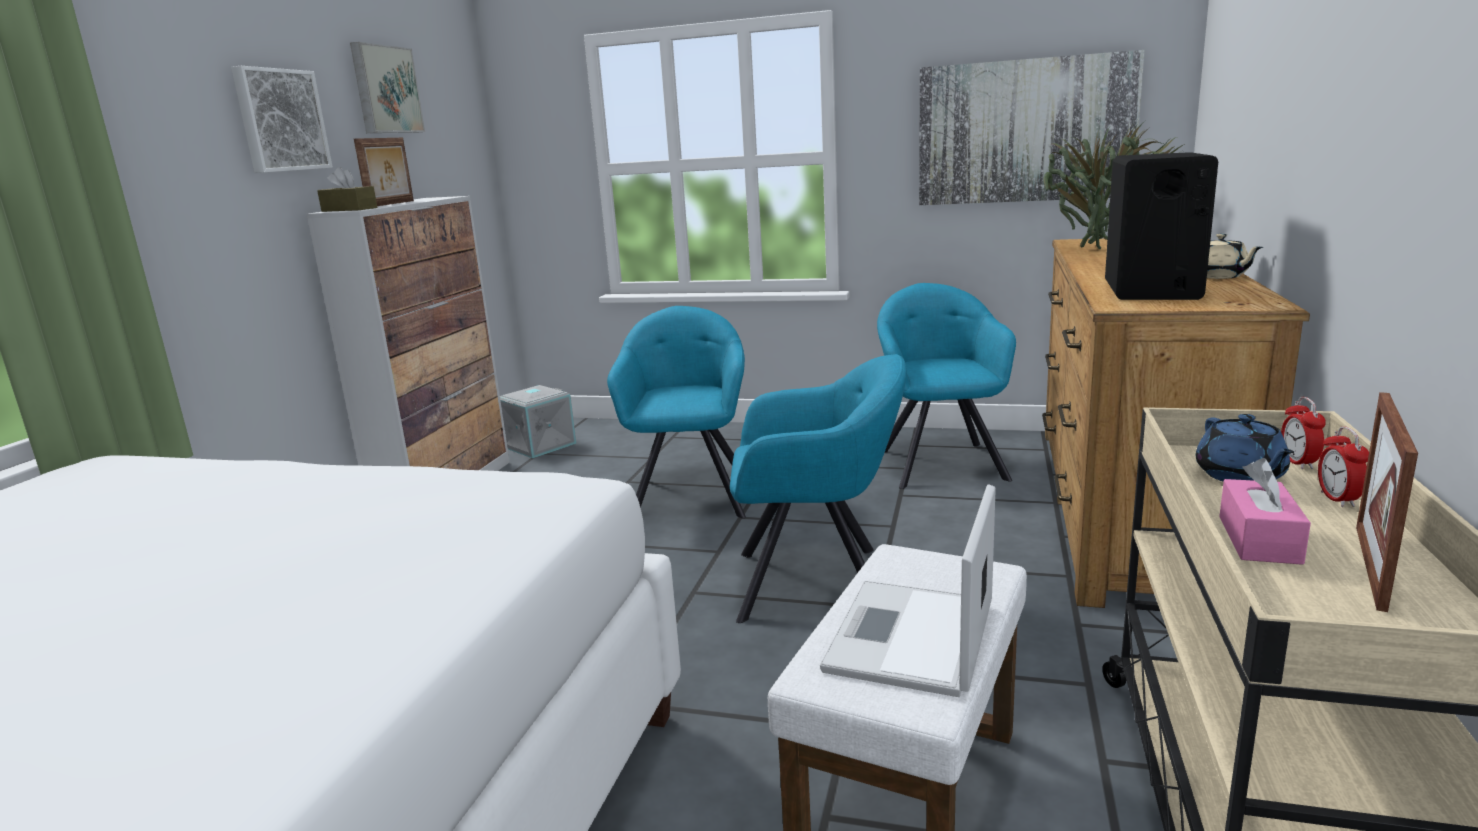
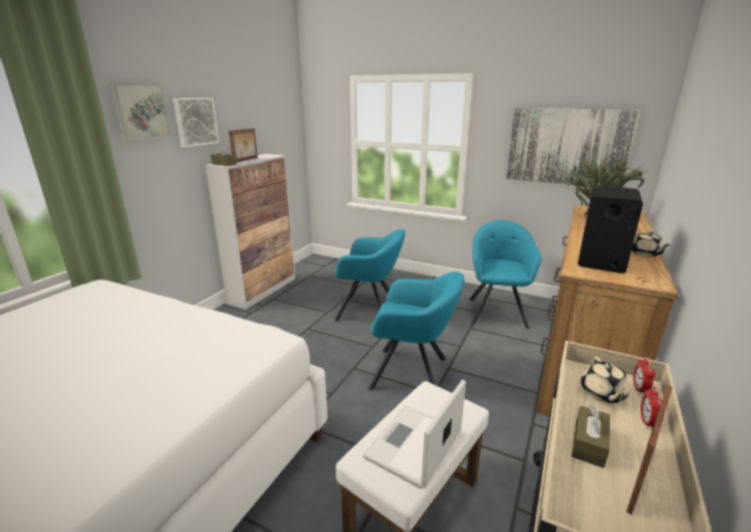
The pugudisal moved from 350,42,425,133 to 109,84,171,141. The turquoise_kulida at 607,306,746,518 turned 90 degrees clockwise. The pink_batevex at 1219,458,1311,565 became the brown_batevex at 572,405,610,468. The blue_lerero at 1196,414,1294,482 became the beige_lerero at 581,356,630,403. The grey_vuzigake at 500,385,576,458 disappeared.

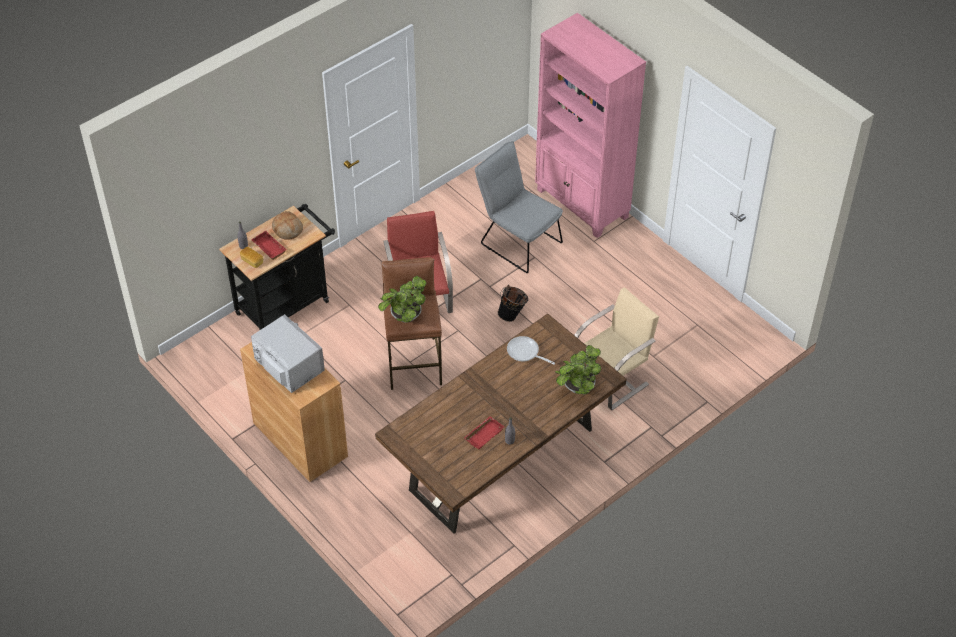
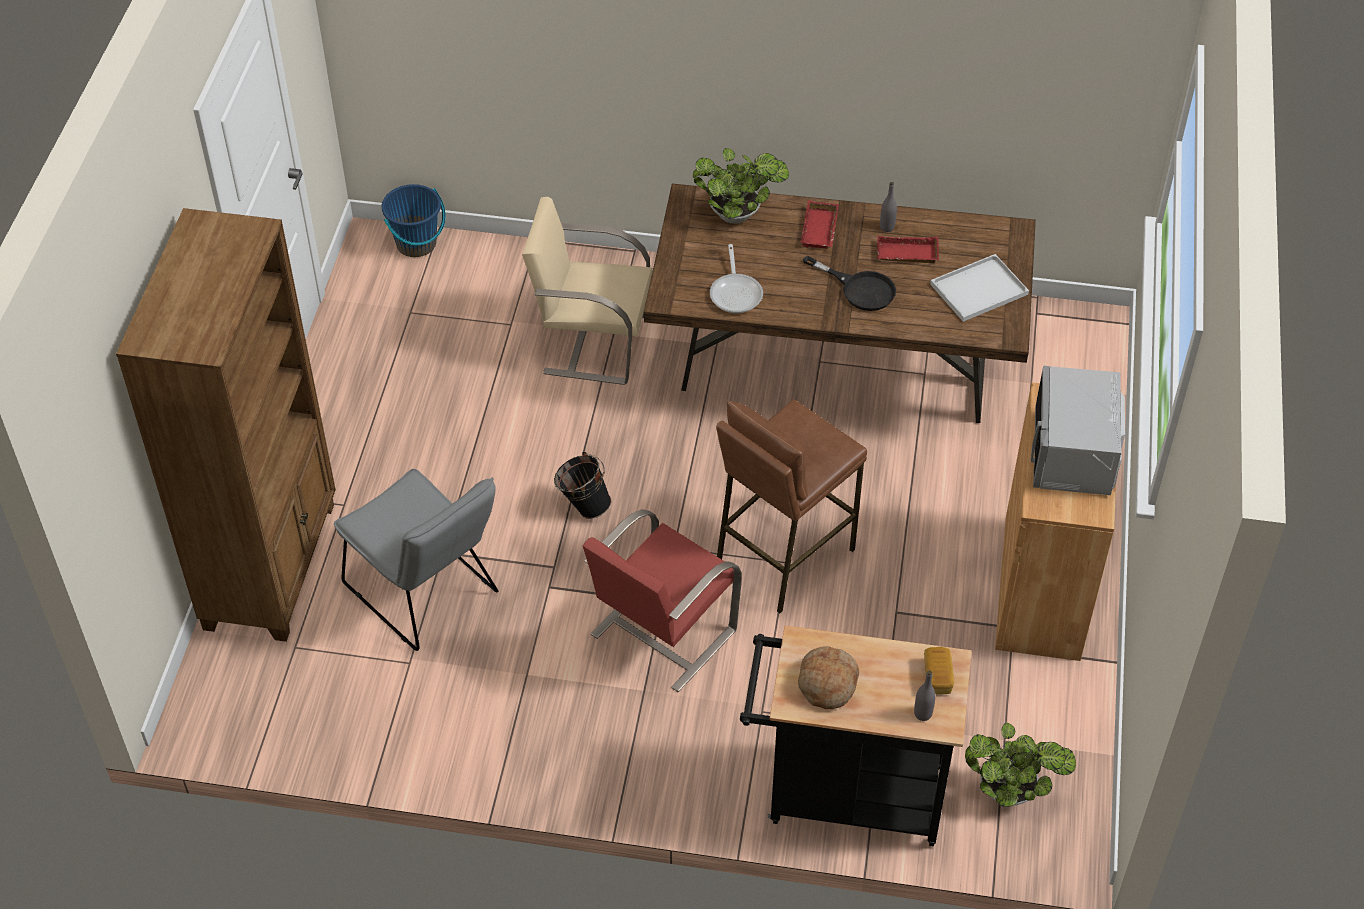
The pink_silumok at 535,13,646,238 became the brown_silumok at 116,208,336,642. The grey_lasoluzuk at 475,141,563,273 turned 45 degrees counterclockwise. The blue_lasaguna at 382,184,446,257 appeared. The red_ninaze moved from 251,231,287,260 to 800,200,839,248. The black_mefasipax at 803,255,896,311 appeared. The white_ninaze at 930,254,1029,322 appeared. The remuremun moved from 378,276,426,323 to 965,723,1076,807.

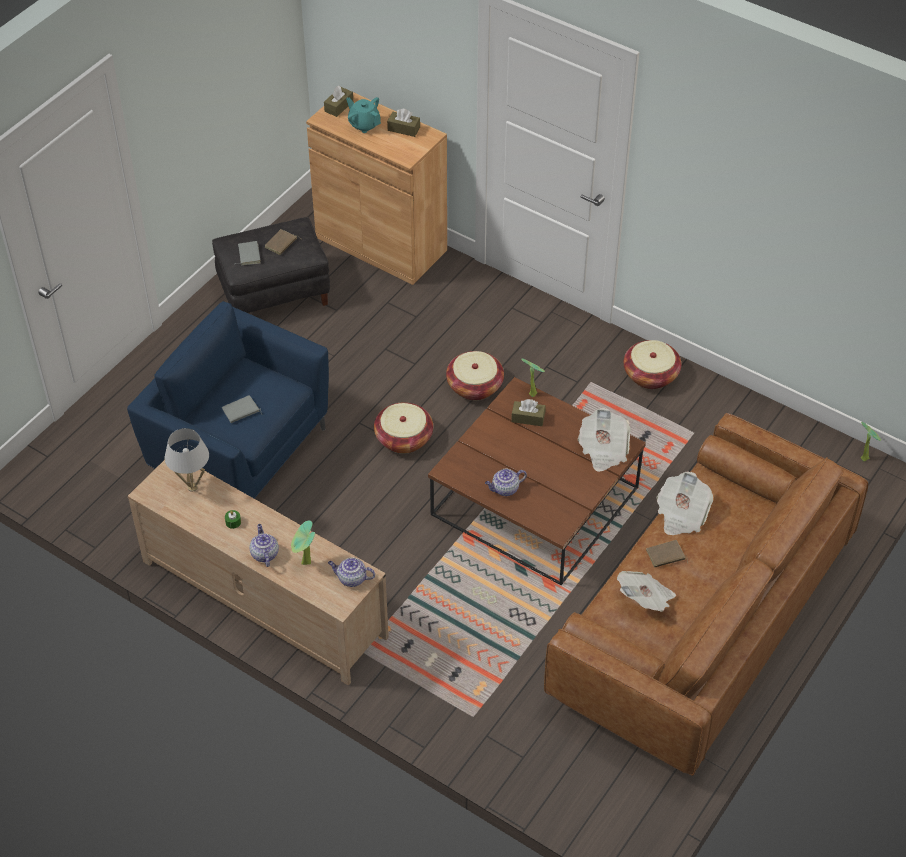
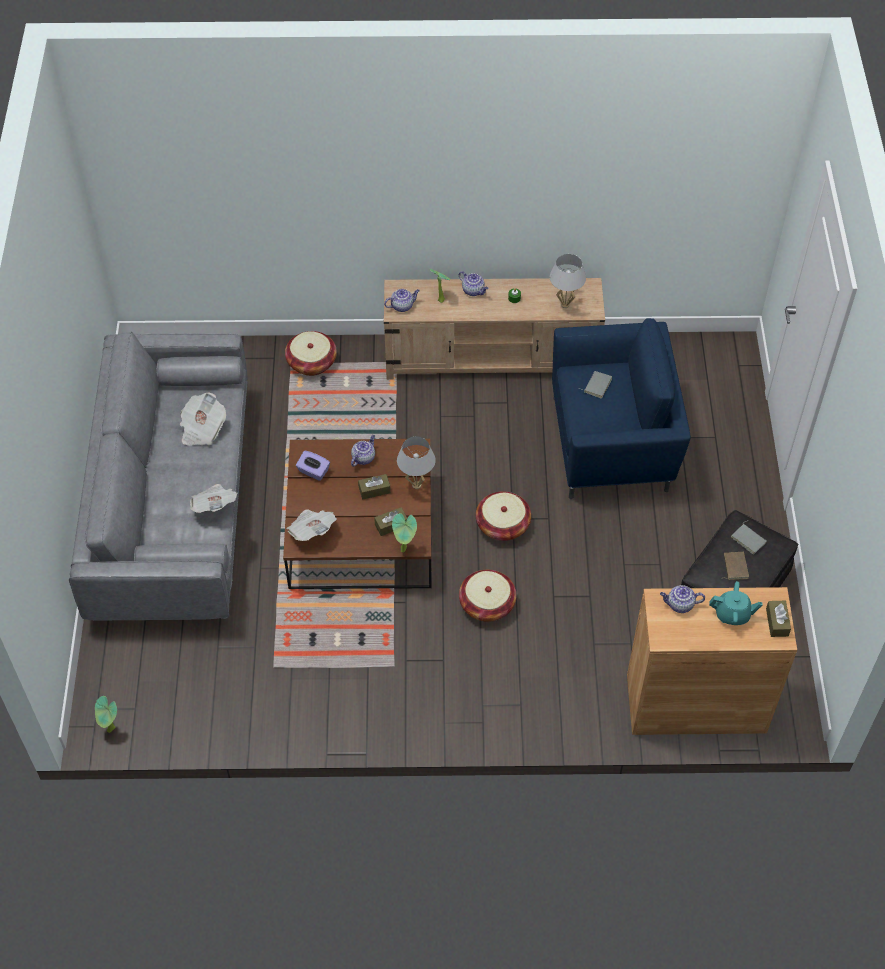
The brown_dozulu at 544,413,868,776 became the grey_dozulu at 69,332,248,620. The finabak moved from 624,340,681,389 to 285,331,337,376. The purple_batevex at 296,451,330,481 appeared. The brown_batevex moved from 387,109,420,137 to 358,474,391,499. The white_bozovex at 397,436,436,489 appeared. The lerero at 660,585,705,613 appeared. The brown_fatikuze at 646,540,688,568 disappeared.

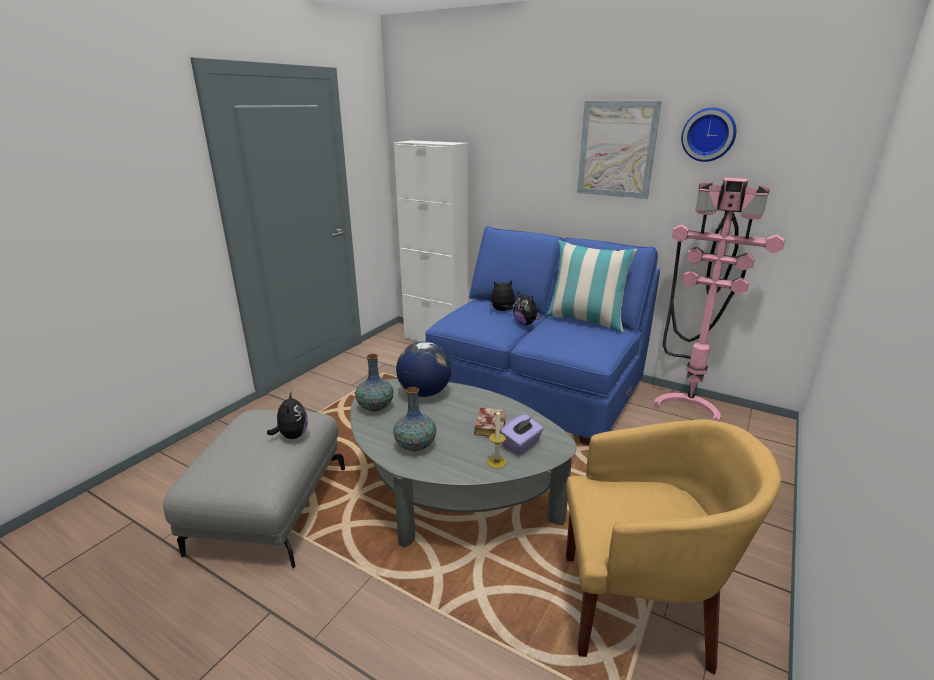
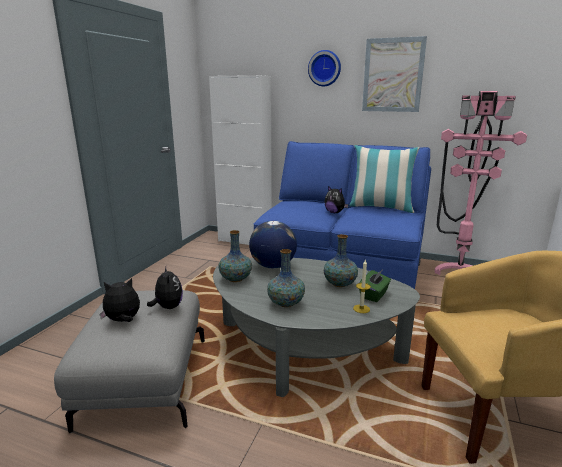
The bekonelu moved from 490,280,515,311 to 99,278,140,322. The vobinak moved from 681,107,736,162 to 308,50,341,86. The fatikuze at 474,408,506,436 was replaced by the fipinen at 324,234,358,287. The purple_batevex at 500,414,544,455 became the green_batevex at 359,269,391,302.

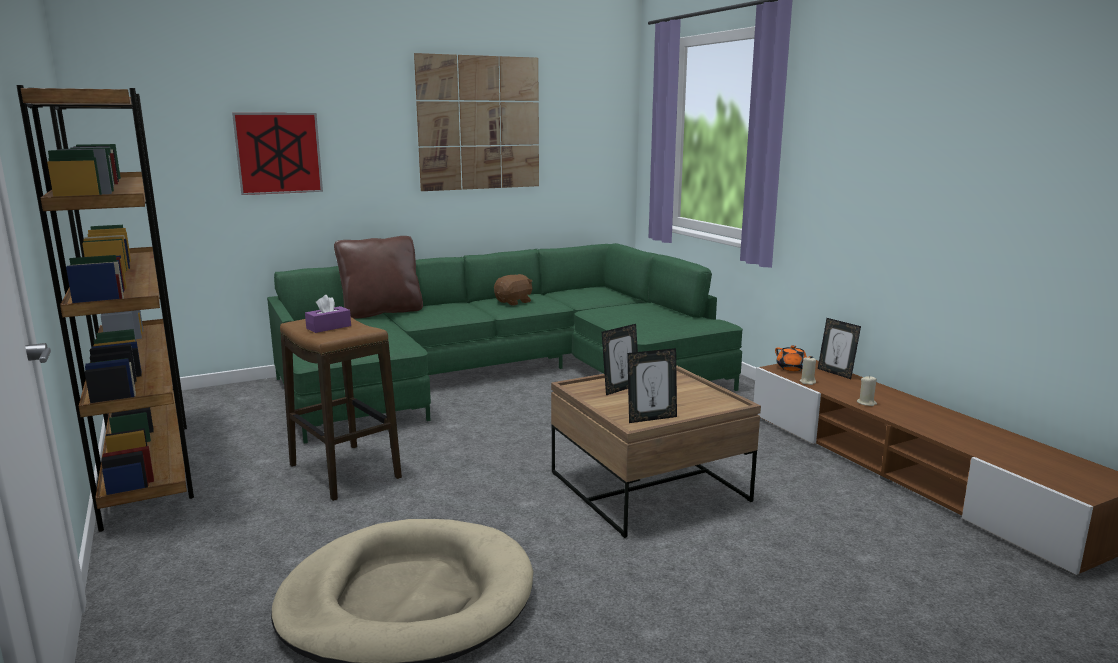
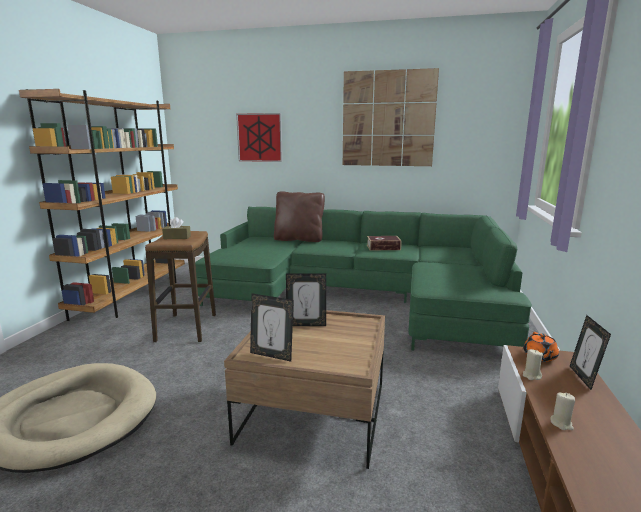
The purple_batevex at 305,295,351,333 became the brown_batevex at 162,217,191,239. The brown_bekonelu at 494,274,532,306 was replaced by the fatikuze at 367,236,402,250.

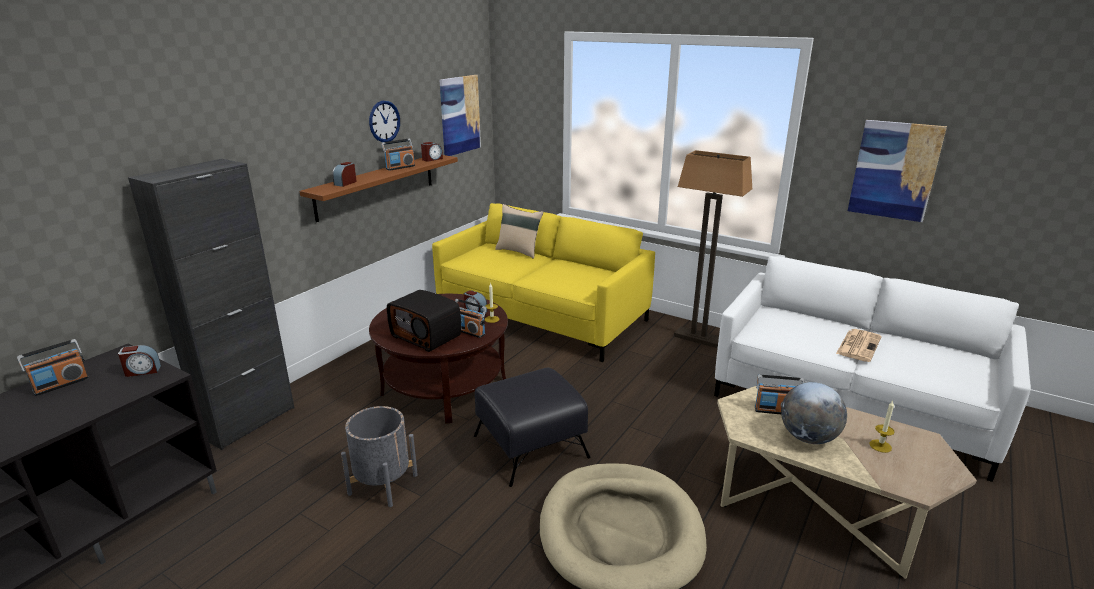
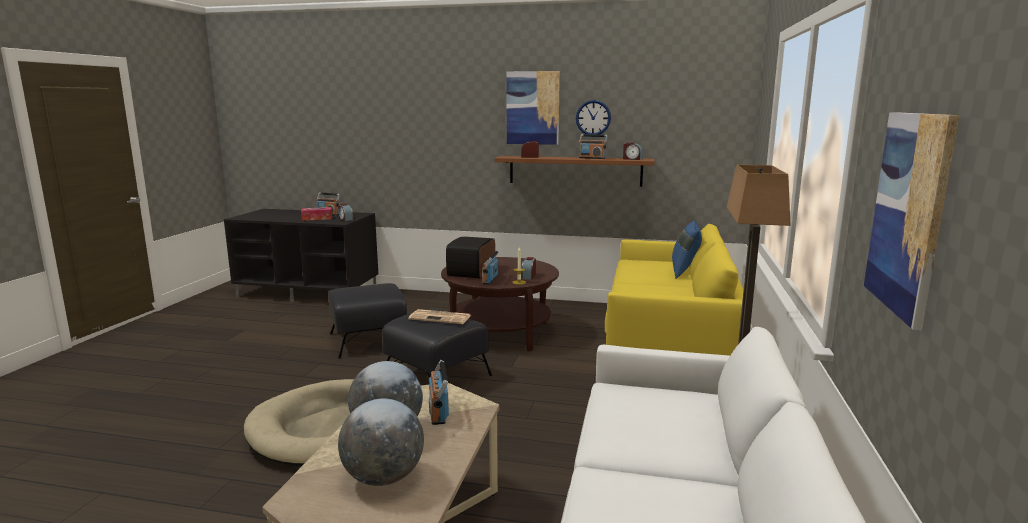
The batevex at 301,207,332,221 appeared. The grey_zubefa at 341,406,418,507 was replaced by the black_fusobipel at 328,283,407,358. The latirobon at 869,401,895,453 was replaced by the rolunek at 338,398,424,486. The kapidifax moved from 836,329,882,362 to 408,309,471,324. The pugudisal moved from 440,75,481,156 to 507,71,560,145. The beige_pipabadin at 495,204,543,259 became the blue_pipabadin at 672,221,702,279. The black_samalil at 128,159,294,450 disappeared.

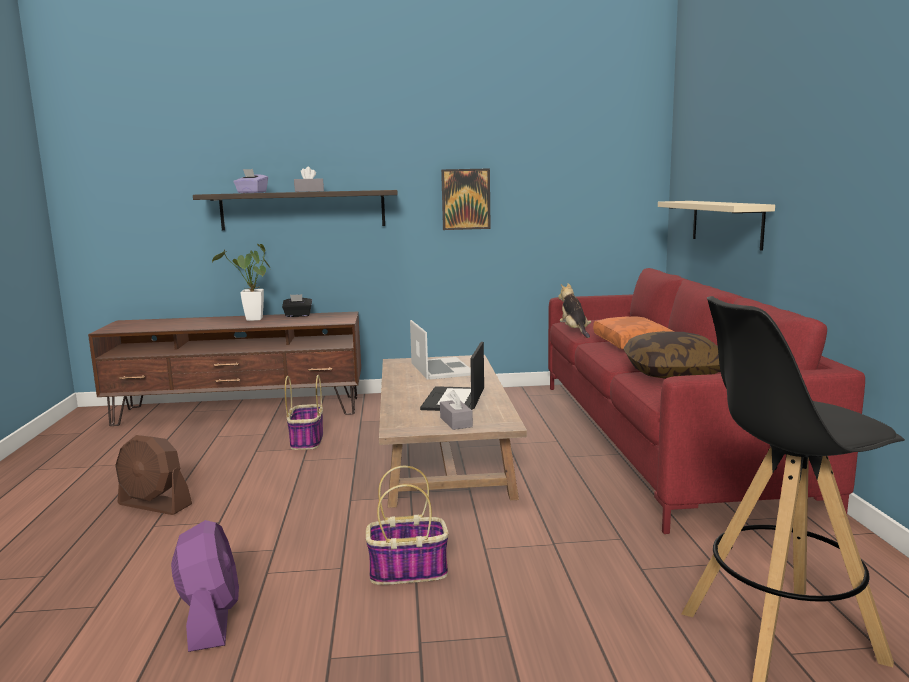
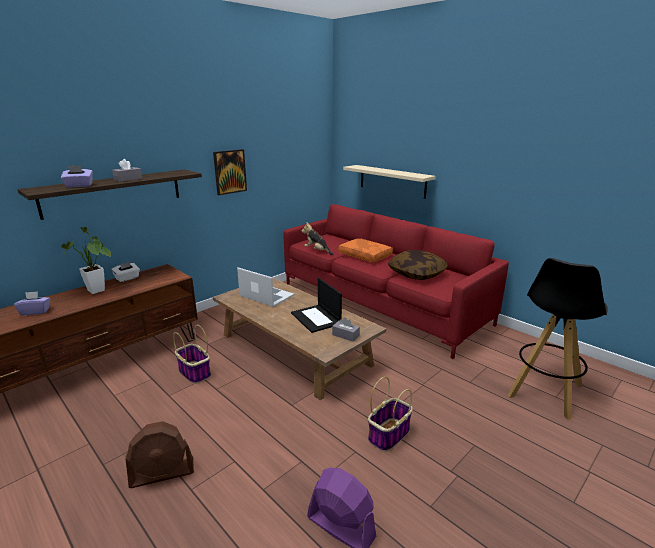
The purple_batevex at 14,291,50,315 appeared. The black_batevex at 282,294,312,317 became the white_batevex at 111,262,140,282.

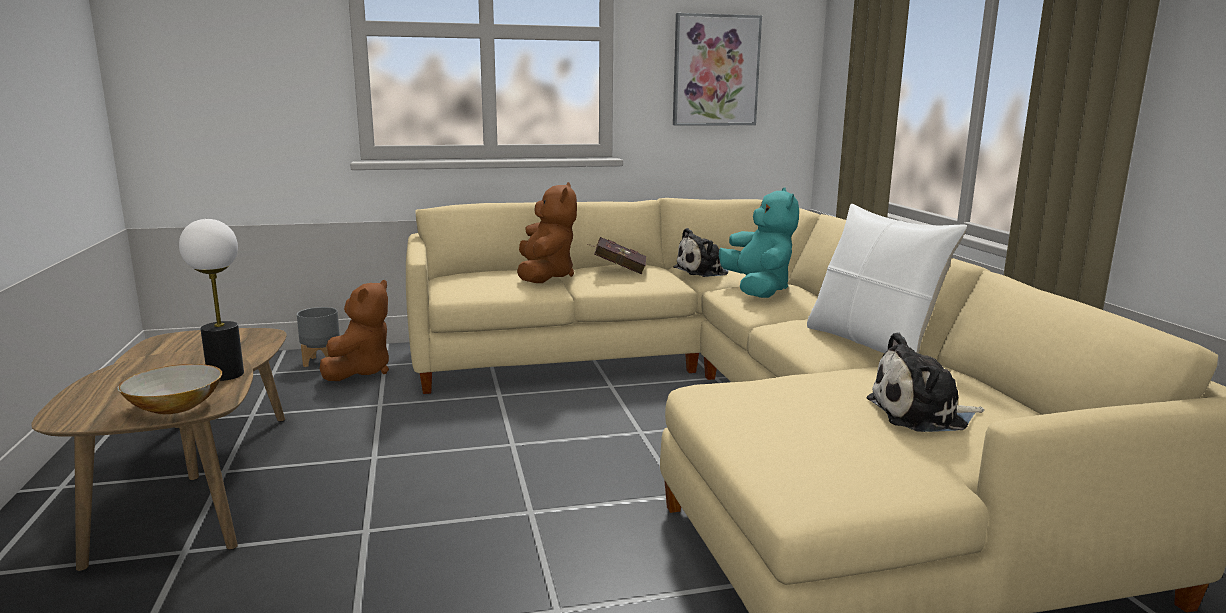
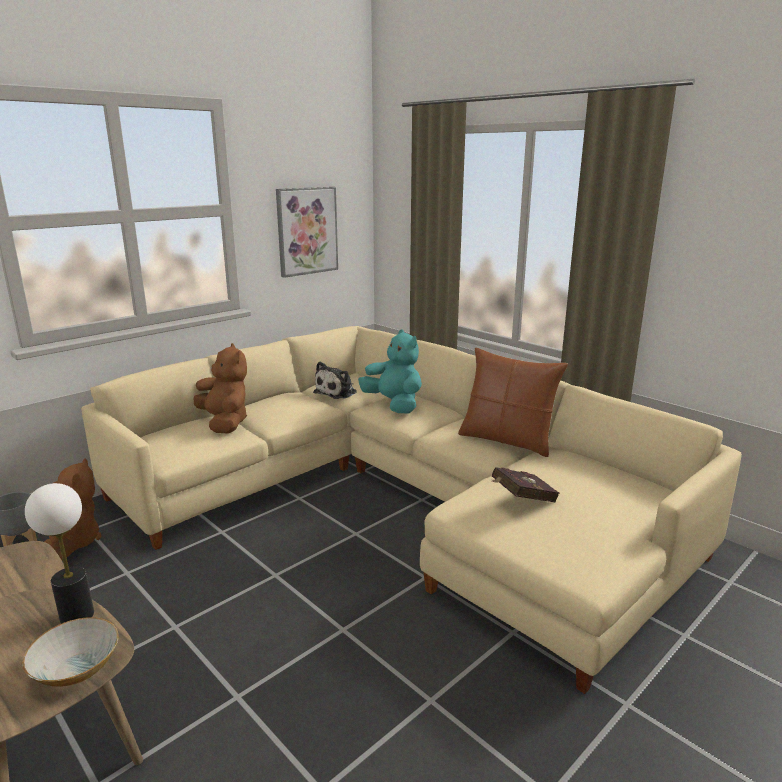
The white_pipabadin at 807,204,967,353 became the brown_pipabadin at 458,348,568,457. The red_fatikuze moved from 588,237,646,274 to 492,467,560,502. The bekonelu at 866,332,984,432 disappeared.

